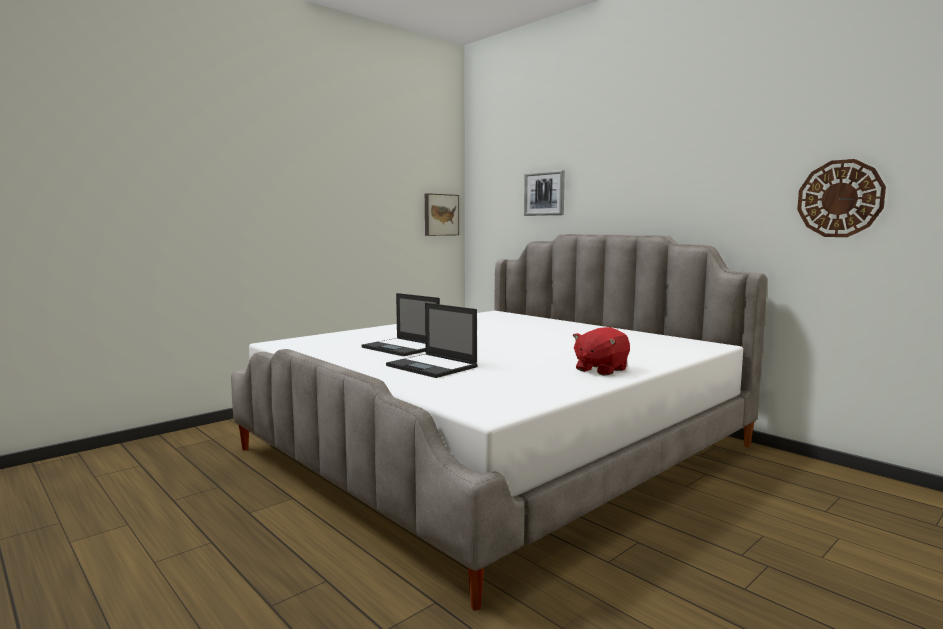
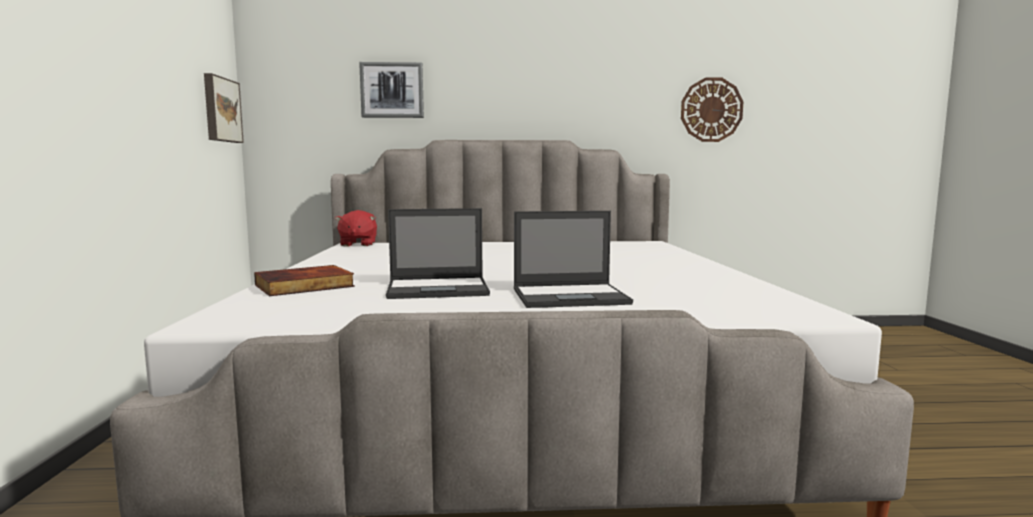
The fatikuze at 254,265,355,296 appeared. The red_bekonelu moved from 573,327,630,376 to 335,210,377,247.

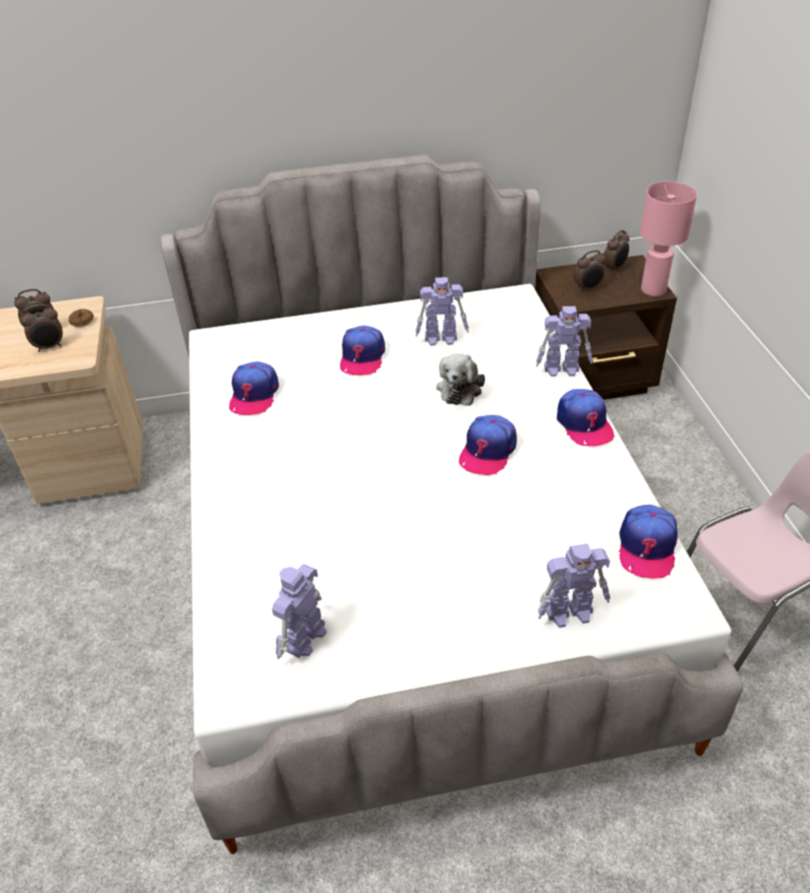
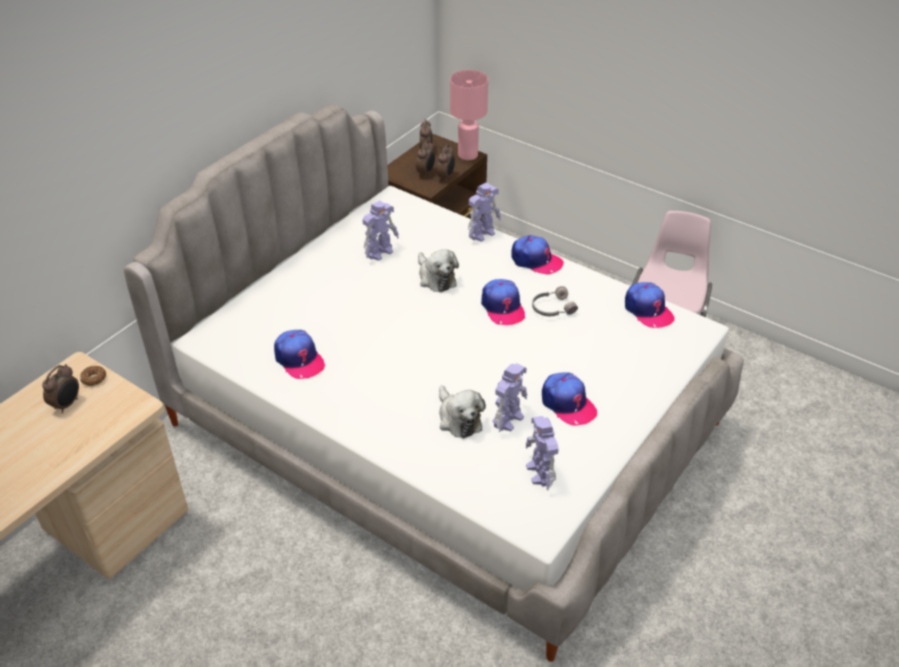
The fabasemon moved from 21,304,63,352 to 437,145,455,182. The bekonelu at 439,386,486,439 appeared. The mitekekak moved from 538,544,610,628 to 493,363,527,432. The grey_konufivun at 532,286,578,316 appeared. The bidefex moved from 340,326,385,375 to 542,372,597,426.

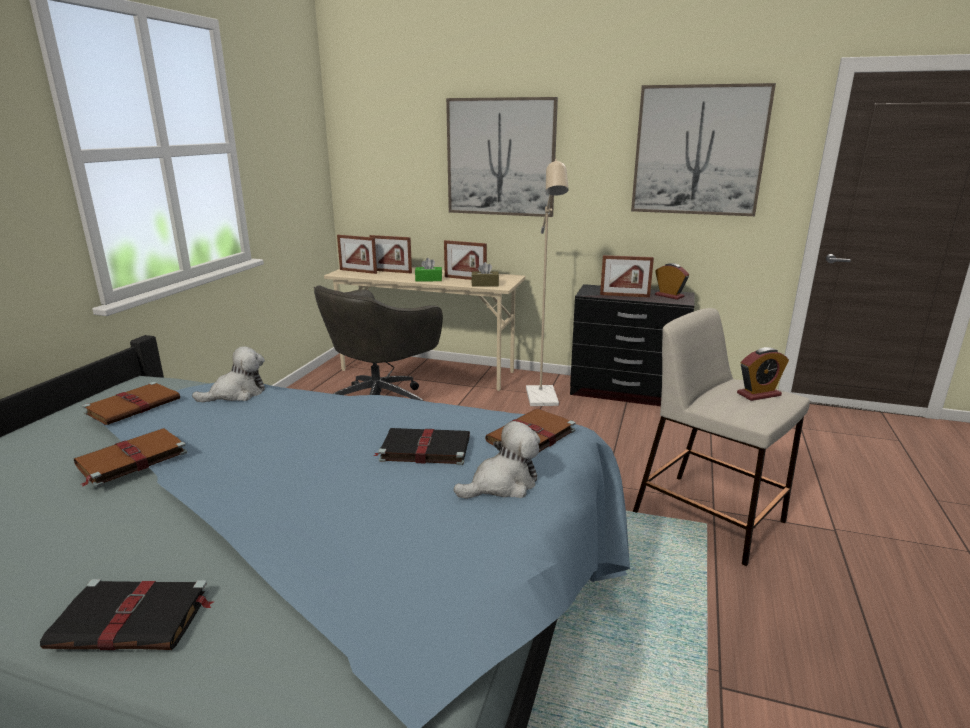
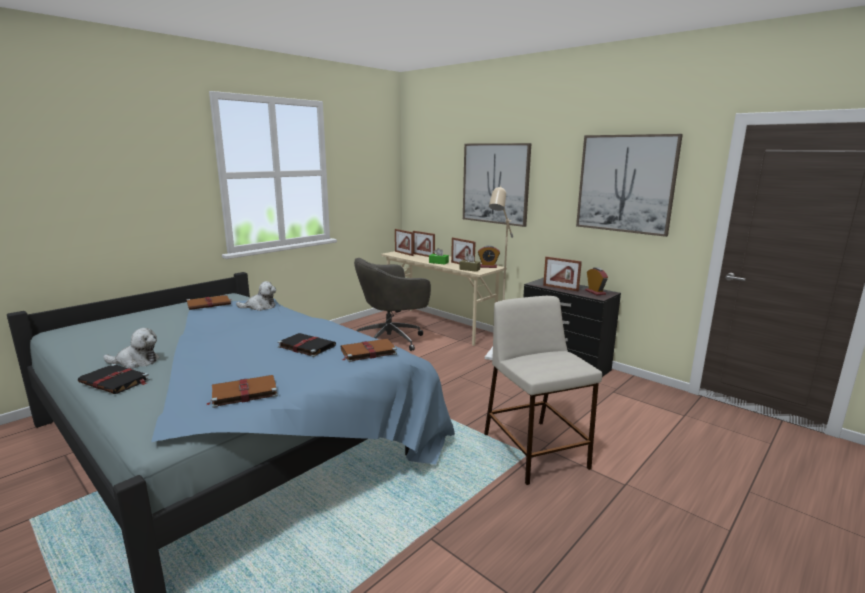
The bekonelu moved from 454,421,540,499 to 103,328,160,369. The brown_fatikuze moved from 74,428,187,487 to 206,375,278,408. The fabasemon moved from 737,347,789,401 to 478,245,500,268.

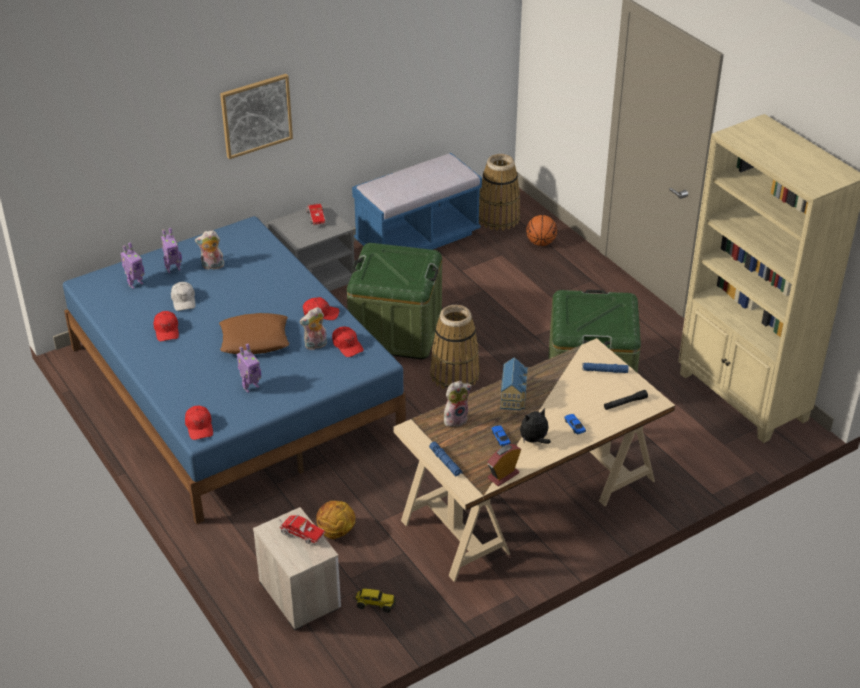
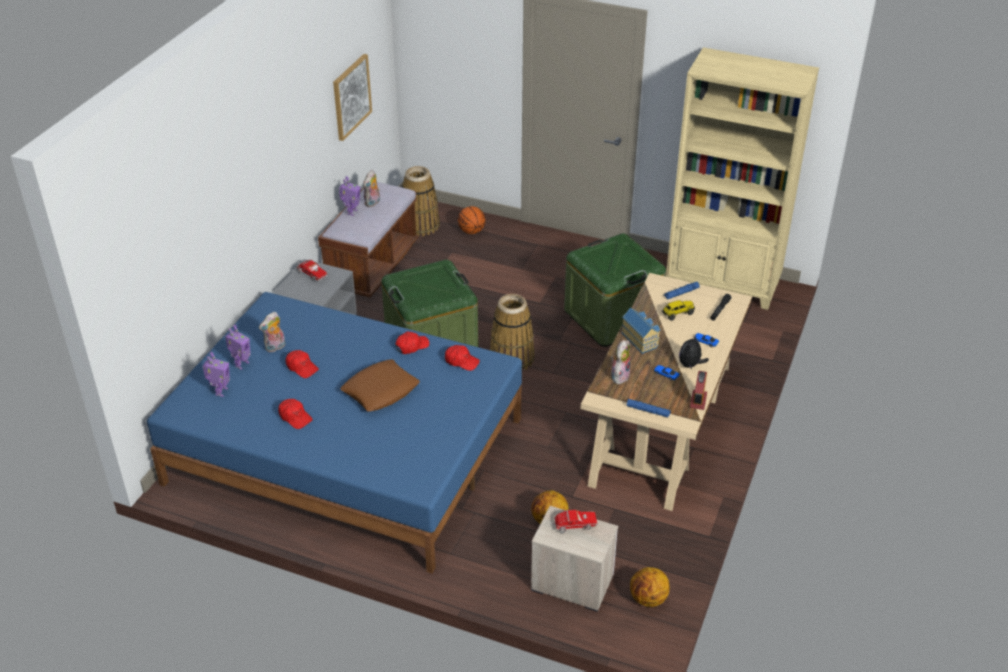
The red_bidefex moved from 185,406,213,440 to 285,350,319,378. The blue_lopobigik at 352,153,482,250 became the brown_lopobigik at 318,182,419,298. The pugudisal moved from 220,74,293,159 to 333,54,372,141. The mitekekak moved from 237,344,261,393 to 339,176,360,216. The bekonelu moved from 299,307,327,350 to 363,170,380,207. The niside at 630,567,669,607 appeared. The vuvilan moved from 353,588,396,613 to 662,300,695,321. The white_bidefex at 171,282,196,311 disappeared.

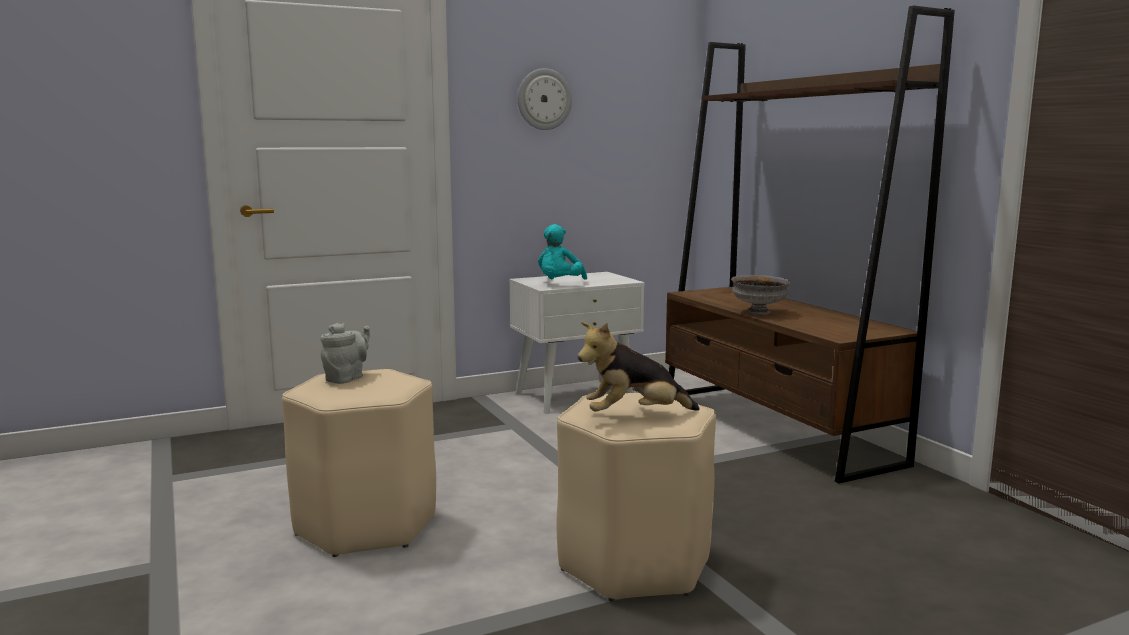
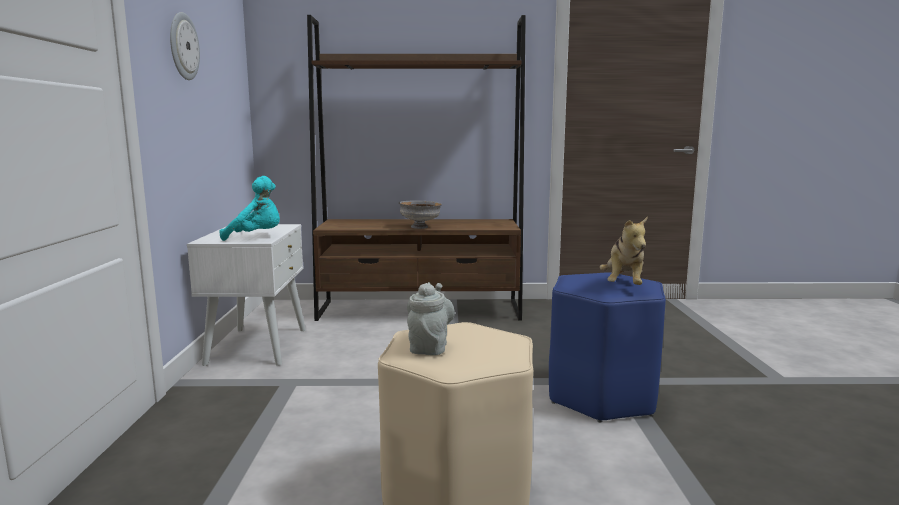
The turquoise_bekonelu at 538,224,587,280 turned 45 degrees counterclockwise. The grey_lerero at 320,323,370,384 turned 45 degrees clockwise. The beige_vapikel at 556,393,716,602 became the blue_vapikel at 549,272,666,423.

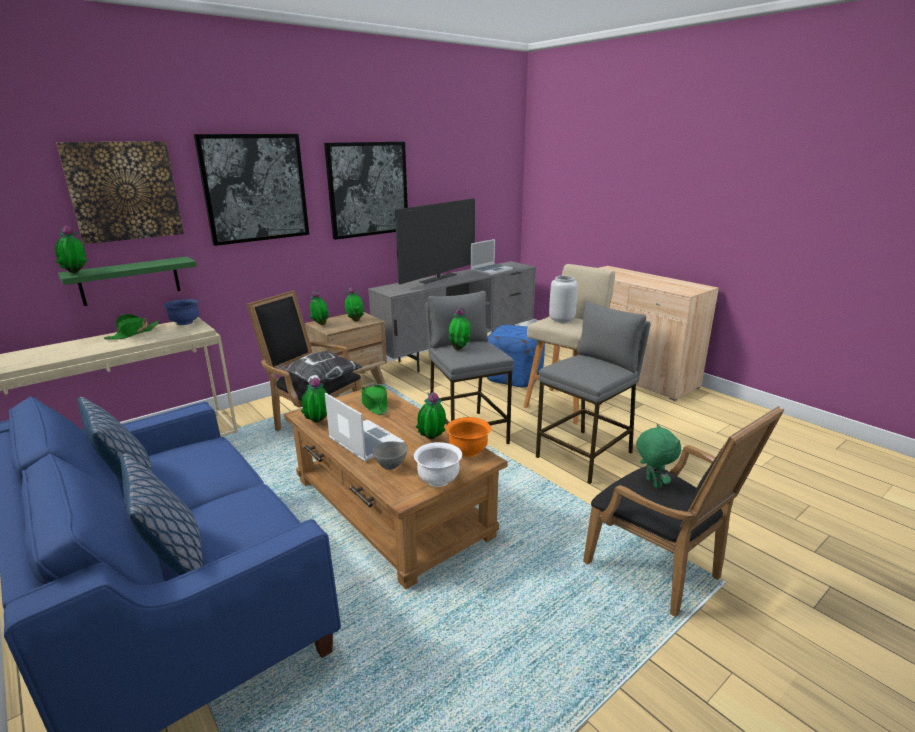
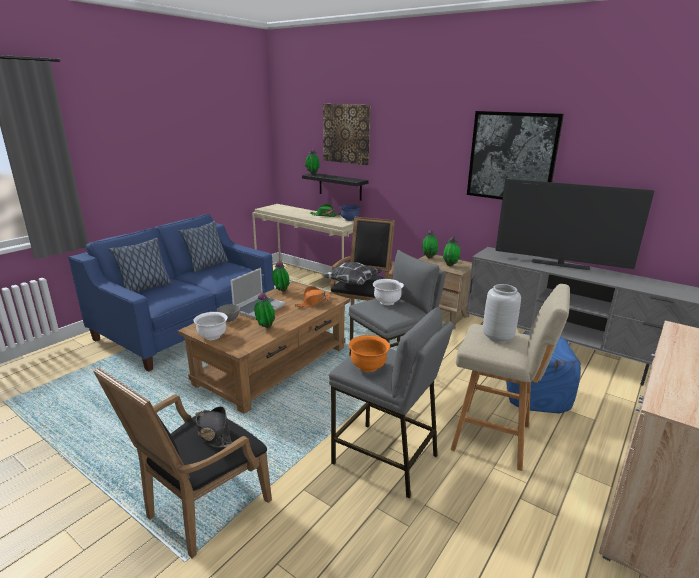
The green_bekonelu at 636,424,681,488 was replaced by the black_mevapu at 195,406,232,448. The green_mevapu at 361,385,387,415 became the orange_mevapu at 295,286,333,307. The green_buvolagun at 58,256,197,306 became the black_buvolagun at 302,173,368,201. The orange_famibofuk moved from 446,417,491,457 to 349,335,390,372. The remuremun at 448,307,471,350 was replaced by the white_famibofuk at 373,279,404,305. The pugudisal at 194,134,309,246 disappeared. The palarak at 471,239,513,275 disappeared.

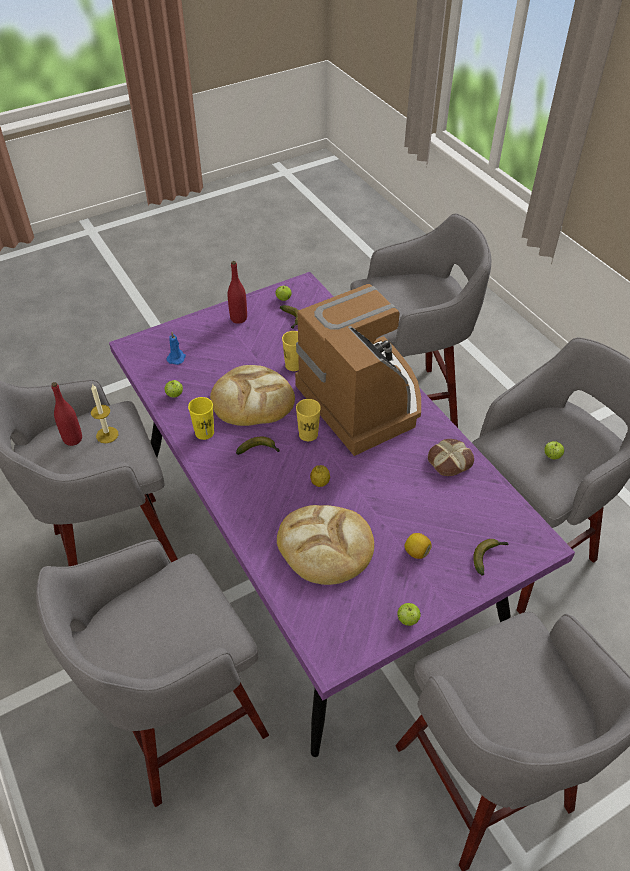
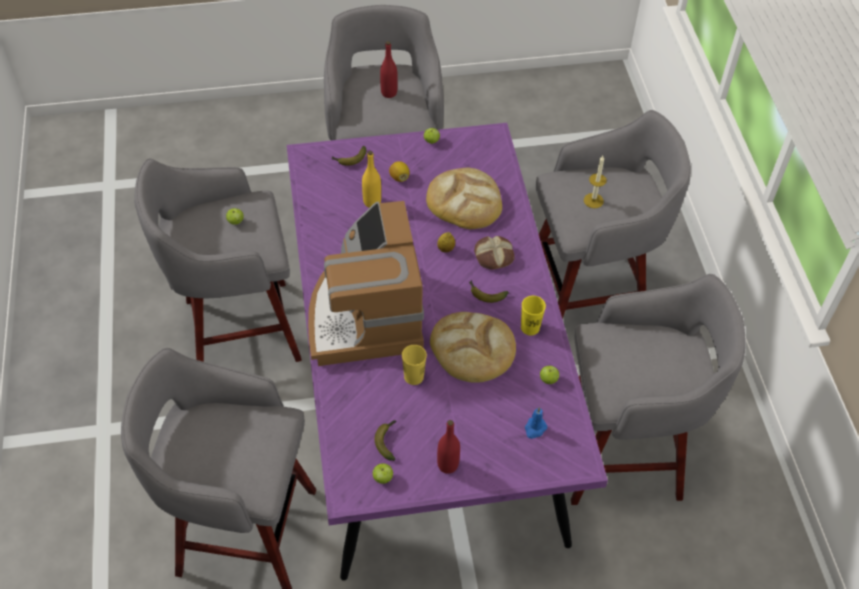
The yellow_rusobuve at 362,151,381,208 appeared. The red_rusobuve moved from 51,382,82,446 to 380,41,398,98. The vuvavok moved from 428,439,474,476 to 474,236,515,270. The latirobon moved from 91,384,118,443 to 584,156,607,208. The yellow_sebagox at 296,399,321,441 disappeared.

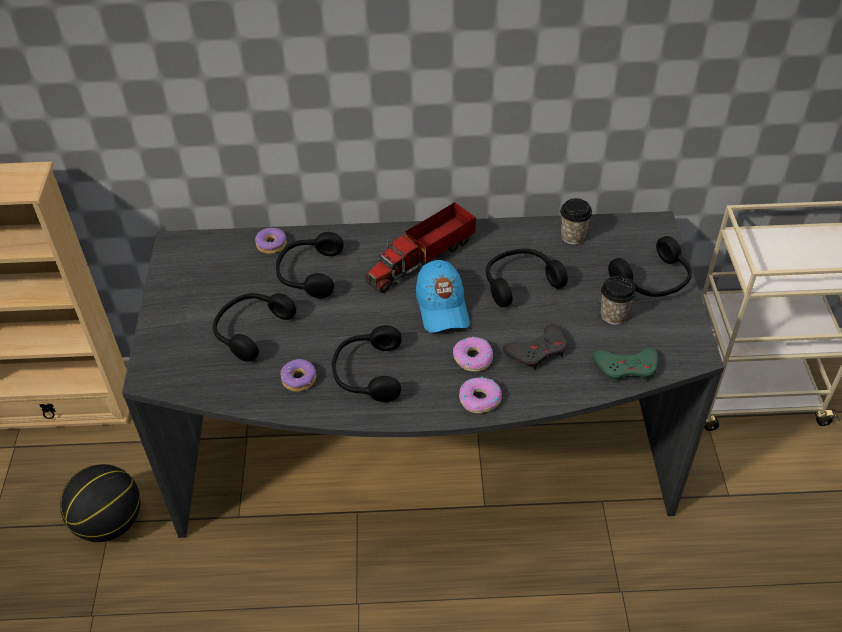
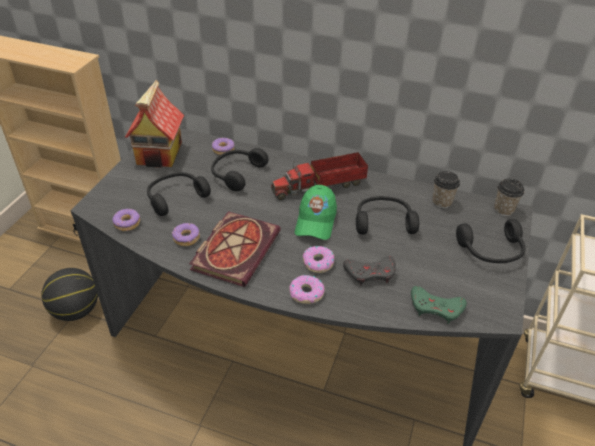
The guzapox at 112,209,140,231 appeared. The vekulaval at 125,80,184,168 appeared. The black_konufivun at 332,325,402,402 was replaced by the fatikuze at 189,211,281,287. The blue_bidefex at 416,260,470,333 became the green_bidefex at 295,185,337,240. The sebagox moved from 601,276,636,325 to 494,179,524,216.

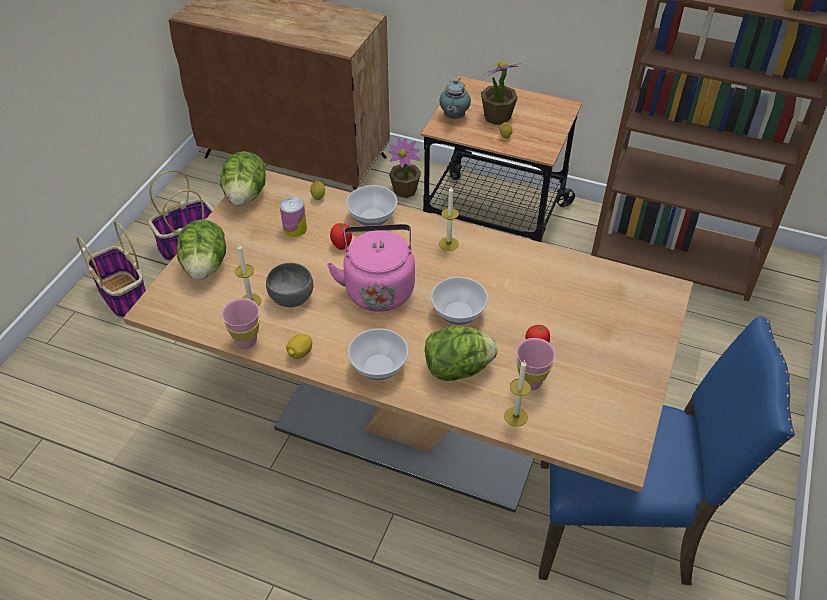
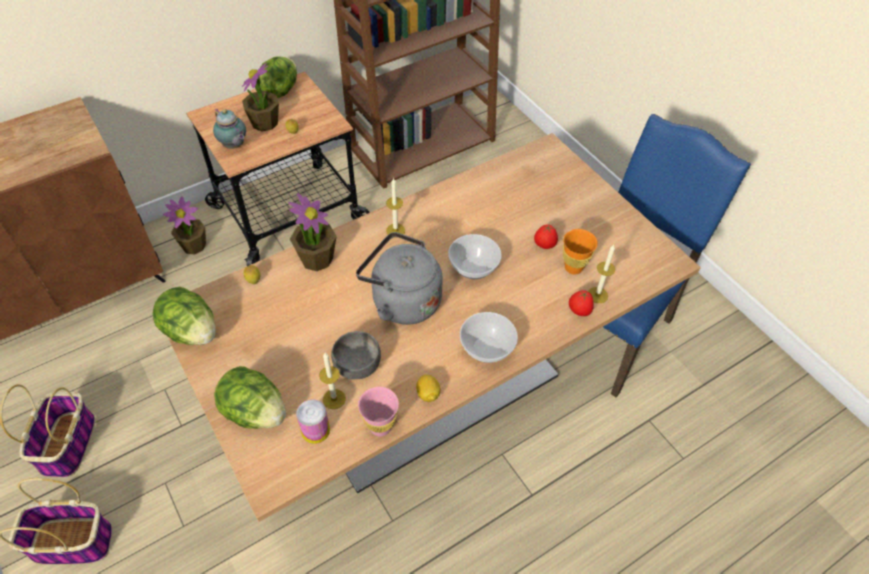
The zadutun moved from 425,326,498,381 to 259,56,297,98. The famibofuk at 346,185,398,226 was replaced by the remuremun at 288,193,337,271. The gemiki moved from 280,197,307,237 to 296,399,330,444. The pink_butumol at 327,224,415,312 became the grey_butumol at 356,232,443,325. The pink_sebagox at 516,338,556,390 became the orange_sebagox at 563,229,598,275. The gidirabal moved from 330,223,352,250 to 569,290,594,316.

